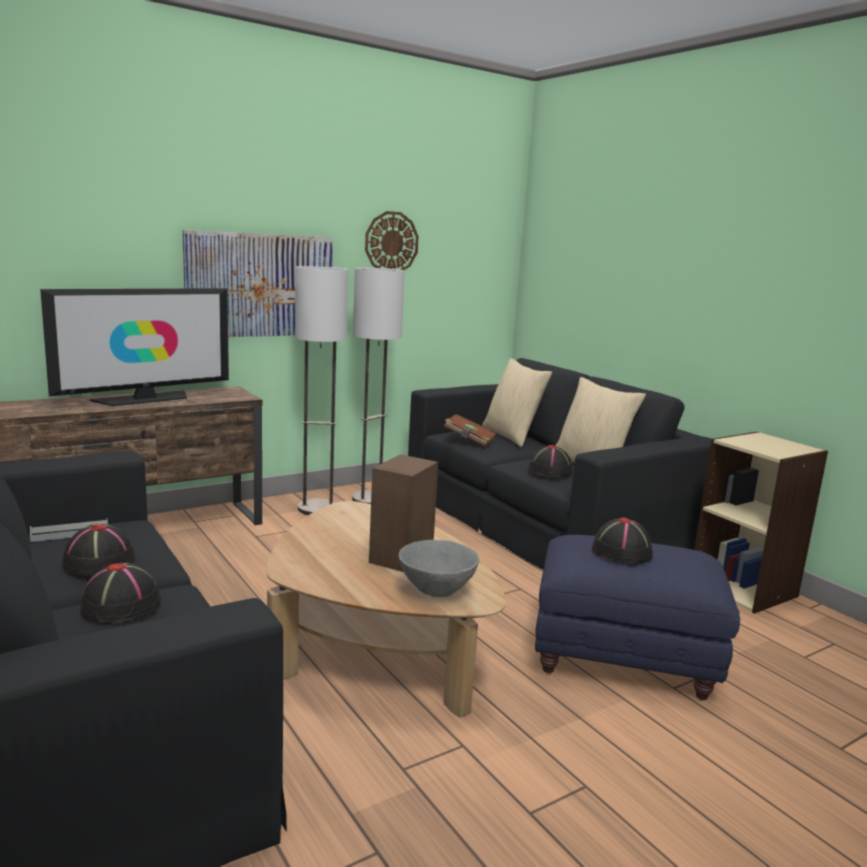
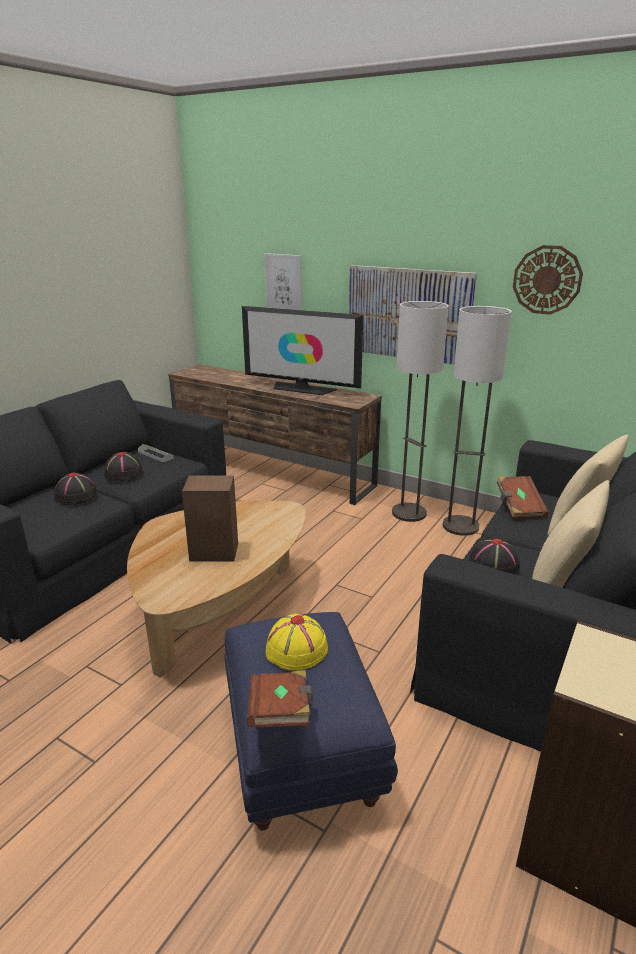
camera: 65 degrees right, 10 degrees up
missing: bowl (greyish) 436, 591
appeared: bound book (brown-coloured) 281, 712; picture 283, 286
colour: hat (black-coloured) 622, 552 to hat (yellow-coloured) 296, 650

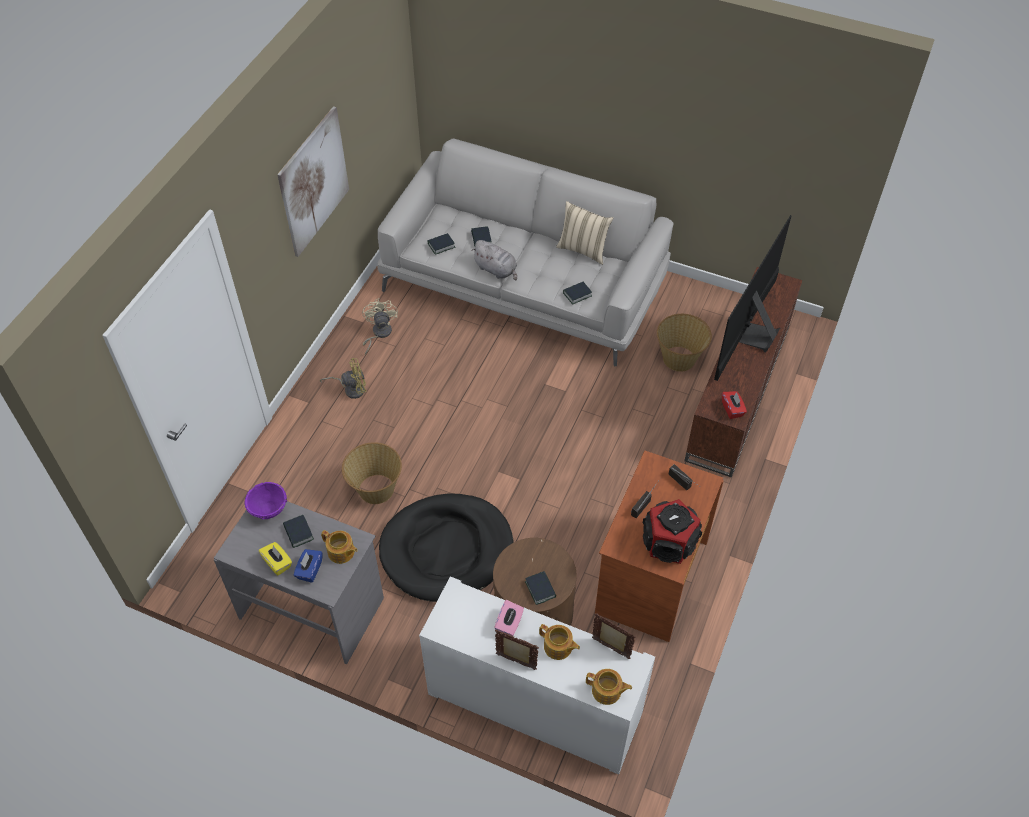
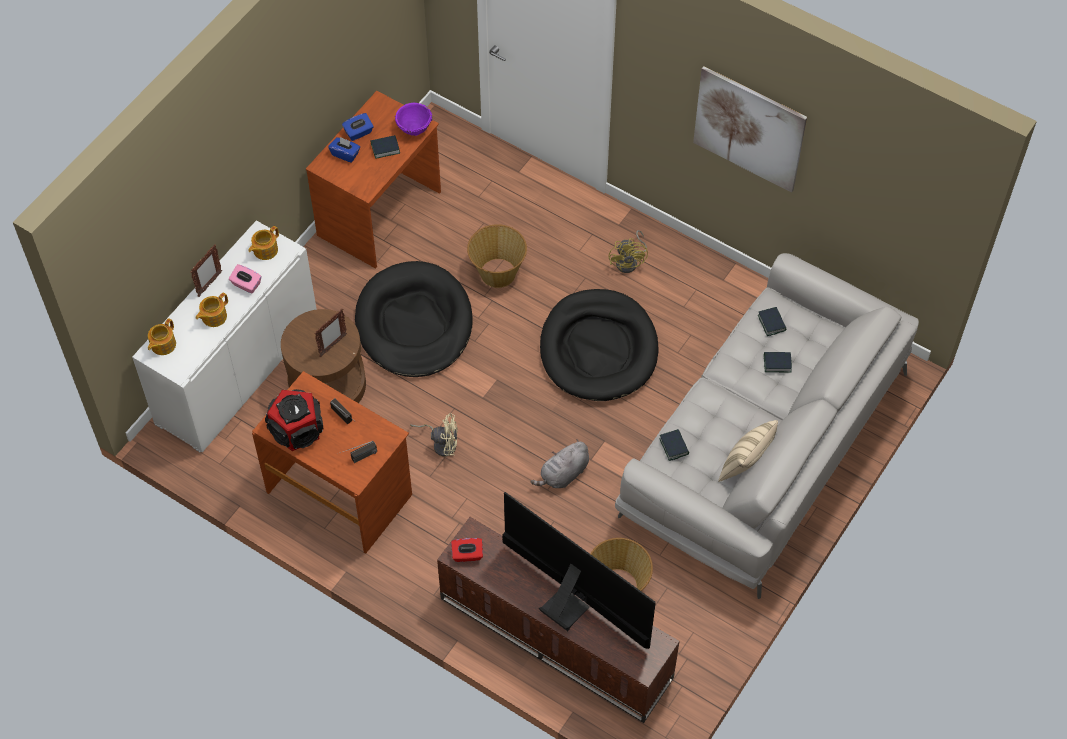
camera: 100 degrees right, 5 degrees up
missing: bound book 540, 589
appeared: dog bed (black-coloured) 598, 349
relocated: tea pot 341, 552 to 265, 250; standing frame 611, 649 to 332, 346; cooling fan (beige) 379, 334 to 441, 443; cuddly toy (greyish) 496, 270 to 563, 474
colour: desk table (greyish) 312, 607 to desk table (brown-coloured) 380, 214; tissue holder (yellow-coloured) 277, 563 to tissue holder (bluish) 358, 133

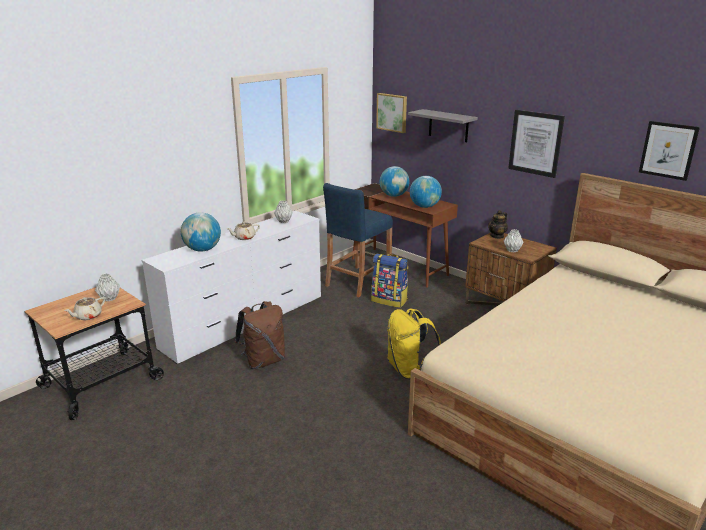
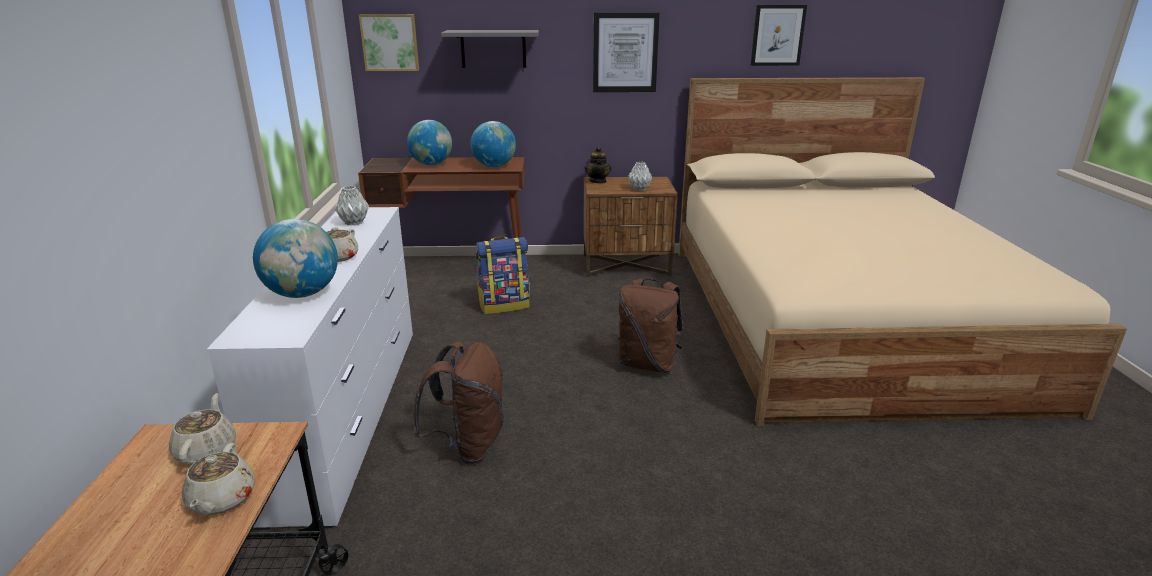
camera: 45 degrees left, 0 degrees up
missing: sitting stool (bluish) 358, 281
exchanged: decorative vase (greyish) 109, 299 to tea pot (beige) 207, 450
colour: rucksack (yellow-coloured) 409, 370 to rucksack (brown-coloured) 648, 364

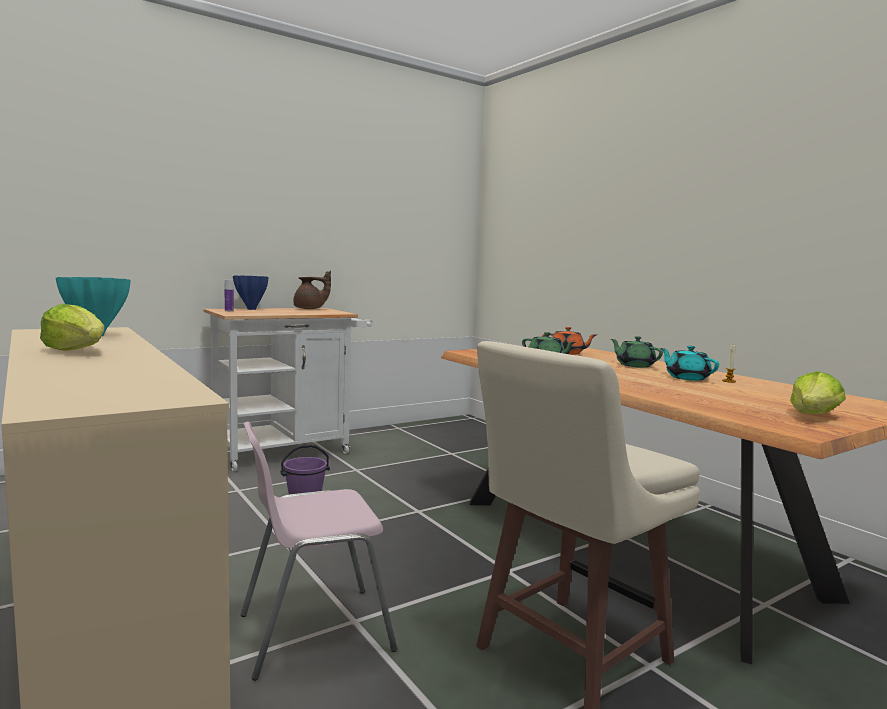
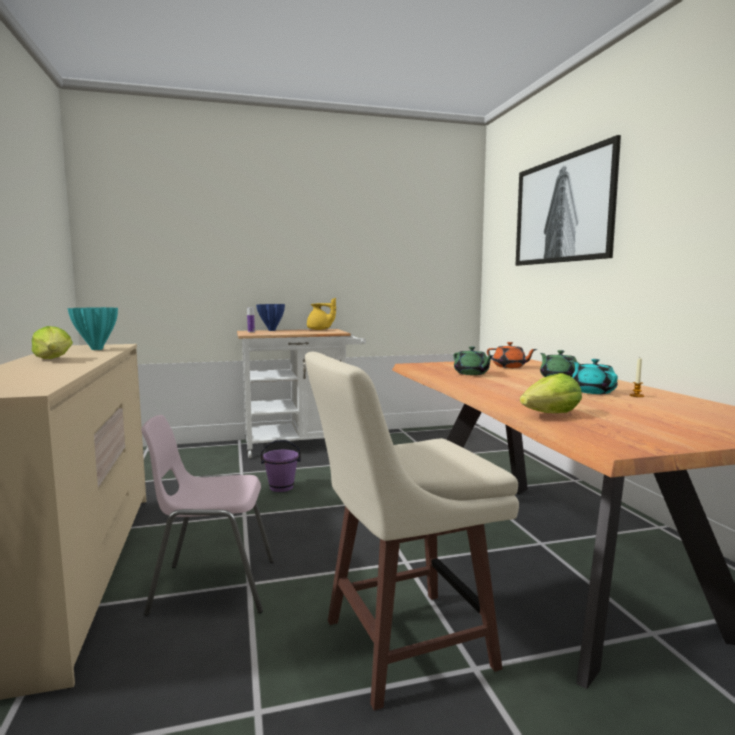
camera: 20 degrees right, 0 degrees up
appeared: picture 563, 210
relocated: head of lettuce 814, 416 to 551, 415
colour: tea pot (brown-coloured) 310, 309 to tea pot (yellow-coloured) 320, 329

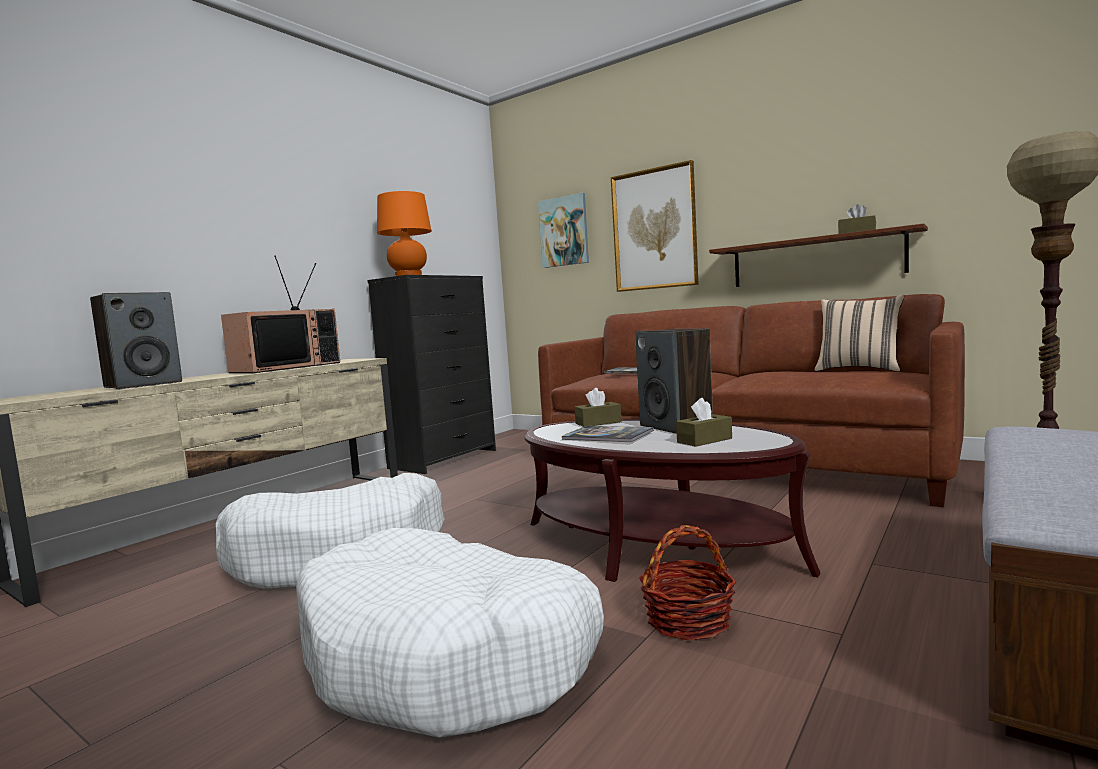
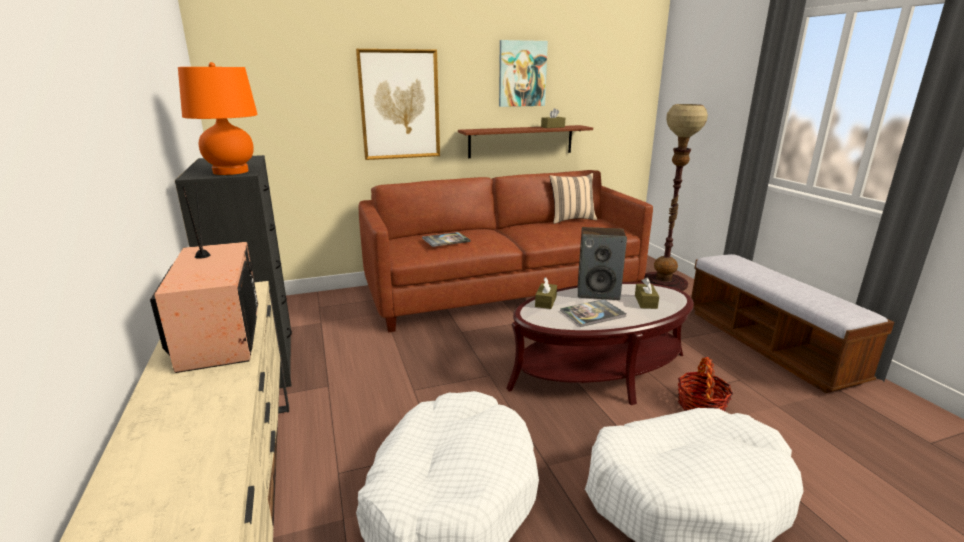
camera: 55 degrees left, 15 degrees up
missing: speaker 144, 385
relocated: picture 564, 231 to 522, 74

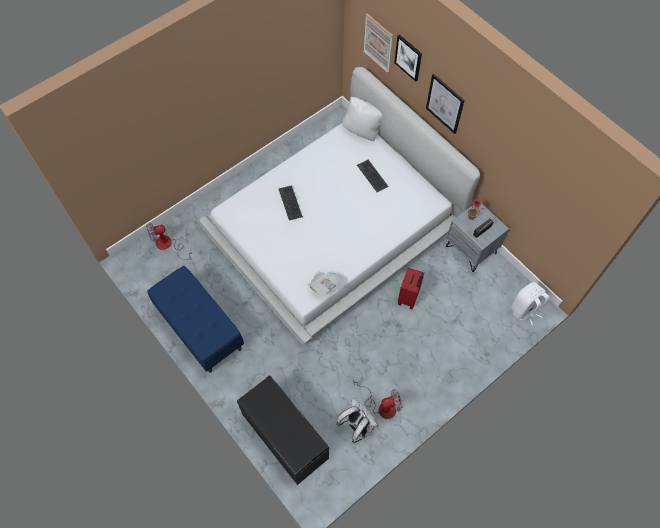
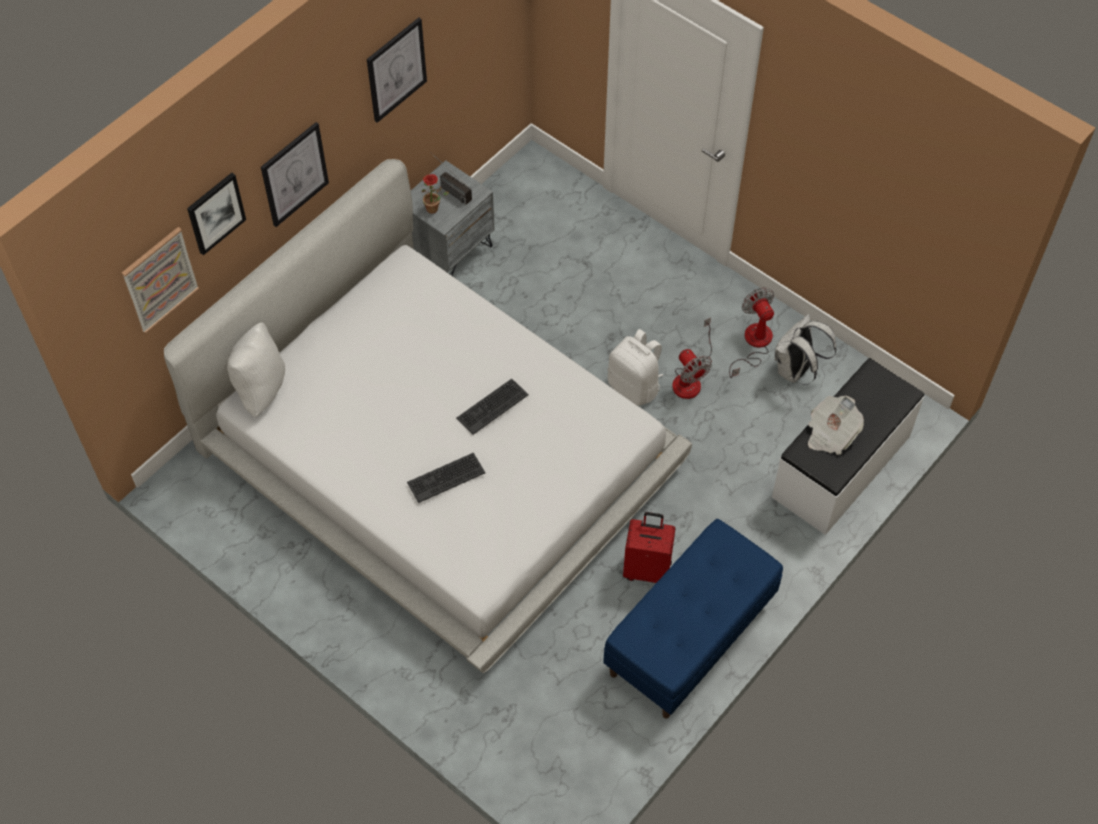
camera: 100 degrees left, 5 degrees down
appeared: picture 396, 69
relocated: PC keyboard 372, 175 to 492, 406; rucksack (white-coloured) 525, 309 to 635, 386; suitcase (red) 409, 297 to 647, 569; cooling fan 168, 245 to 690, 378; newspaper 323, 285 to 831, 433
colour: long seat (black-coloured) 284, 436 to long seat (white-coloured) 842, 467

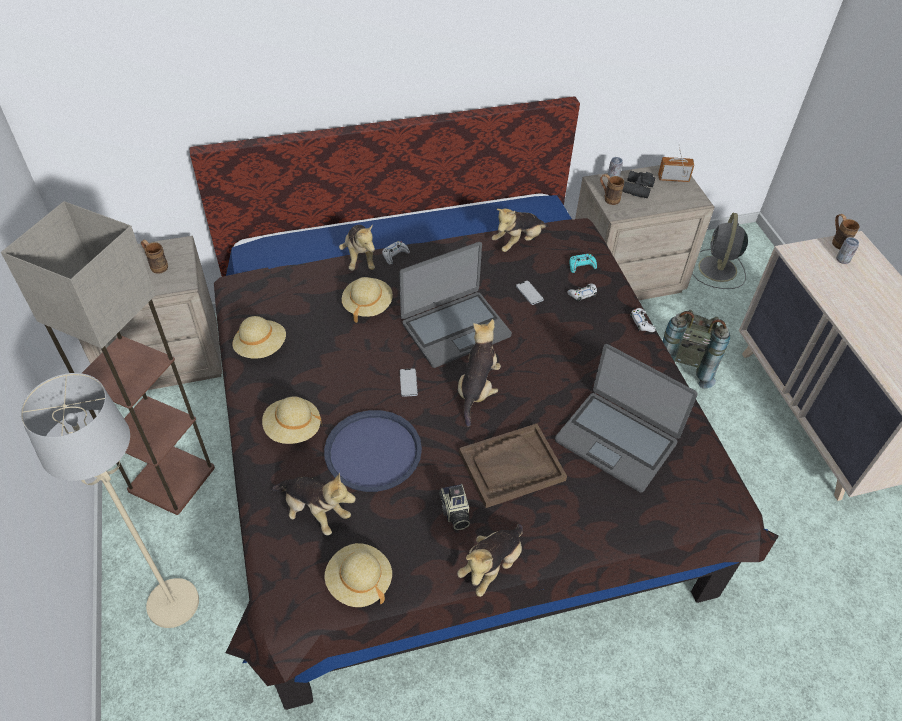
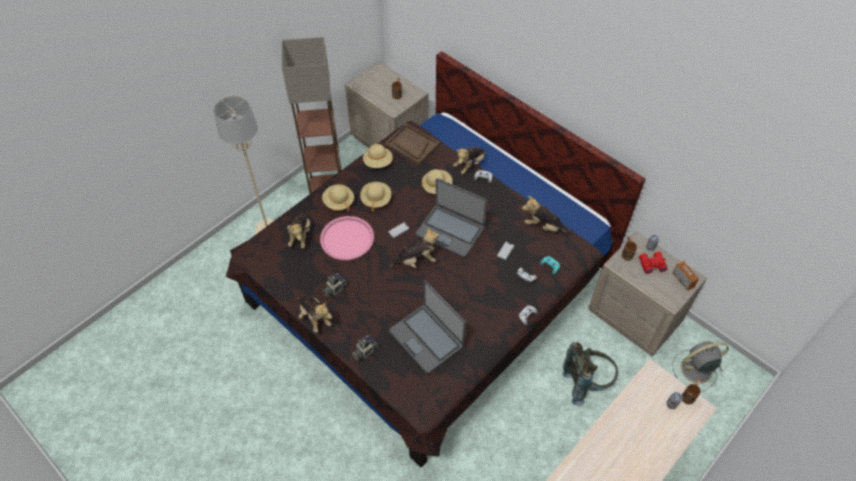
camera: 60 degrees right, 5 degrees up
appeared: still camera 364, 351
relocated: hat (beige) 359, 582 to 376, 199; tray (brown-coloured) 511, 467 to 412, 145
colour: tray (bluish) 373, 451 to tray (pink-coloured) 347, 238; binoculars (black-coloured) 636, 189 to binoculars (red) 651, 264
spun: cuddly toy 491, 566 = 314, 317 135 degrees counterclockwise; portable computer 616, 440 = 427, 338 45 degrees counterclockwise

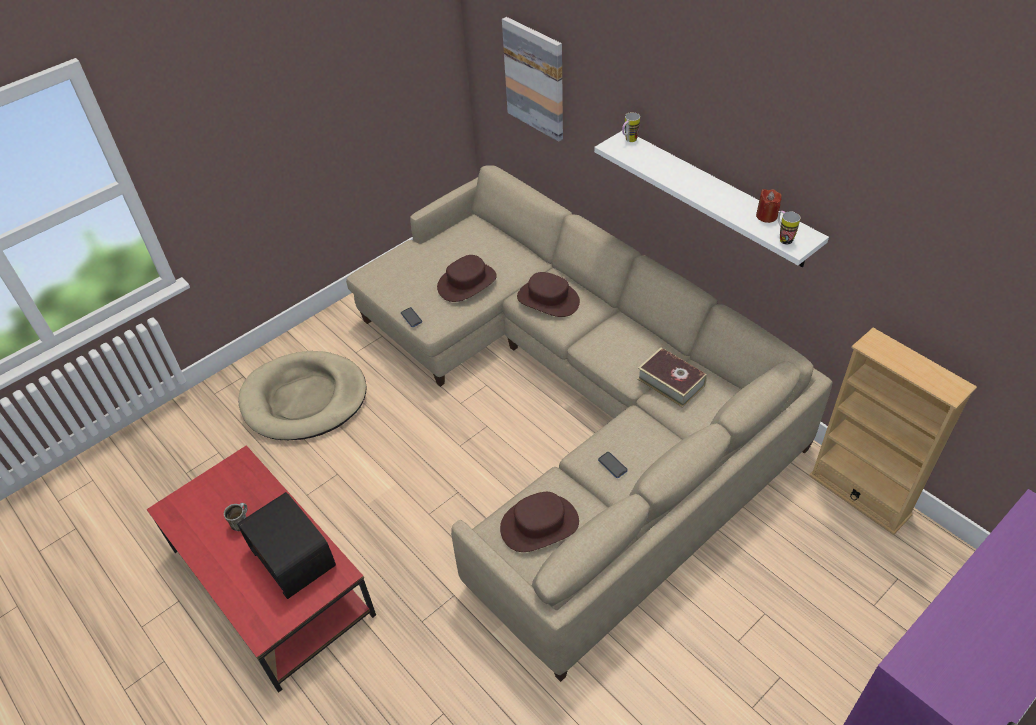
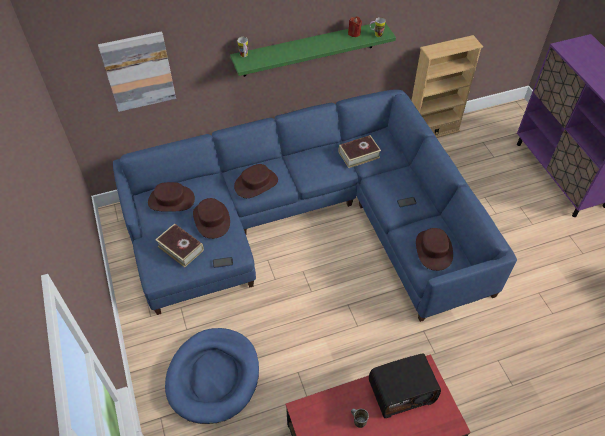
camera: 70 degrees left, 5 degrees up
appeared: hat (brown-coloured) 171, 200; bound book 180, 248
colour: settee (beige) 571, 402 to settee (bluish) 308, 221; dog bed (beige) 304, 399 to dog bed (bluish) 213, 377; wall shelf (white-coloured) 716, 198 to wall shelf (green) 309, 49

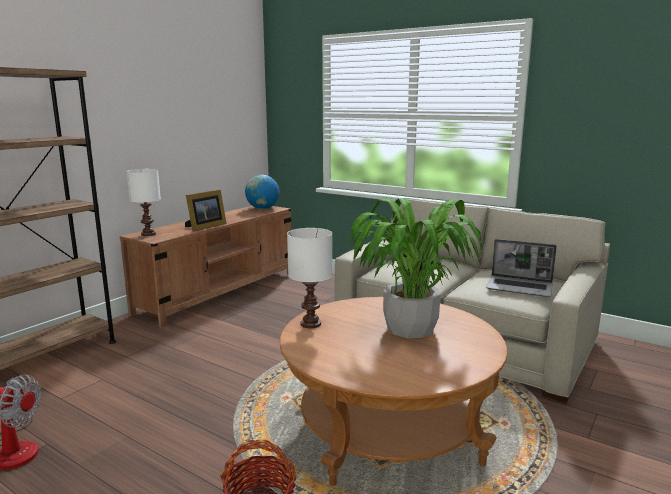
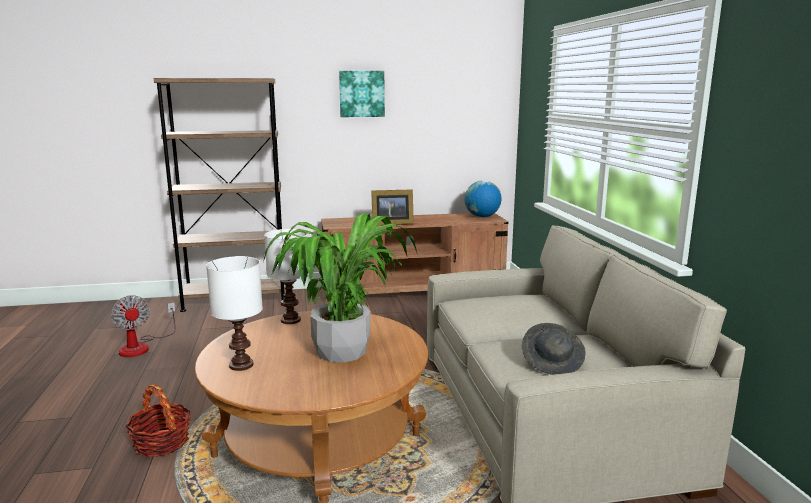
camera: 45 degrees right, 0 degrees up
appeared: picture 361, 94
relocated: tabletop lamp (white-coloured) 148, 234 to 240, 365
exchanged: portable computer 520, 287 to hat (greyish) 552, 362

